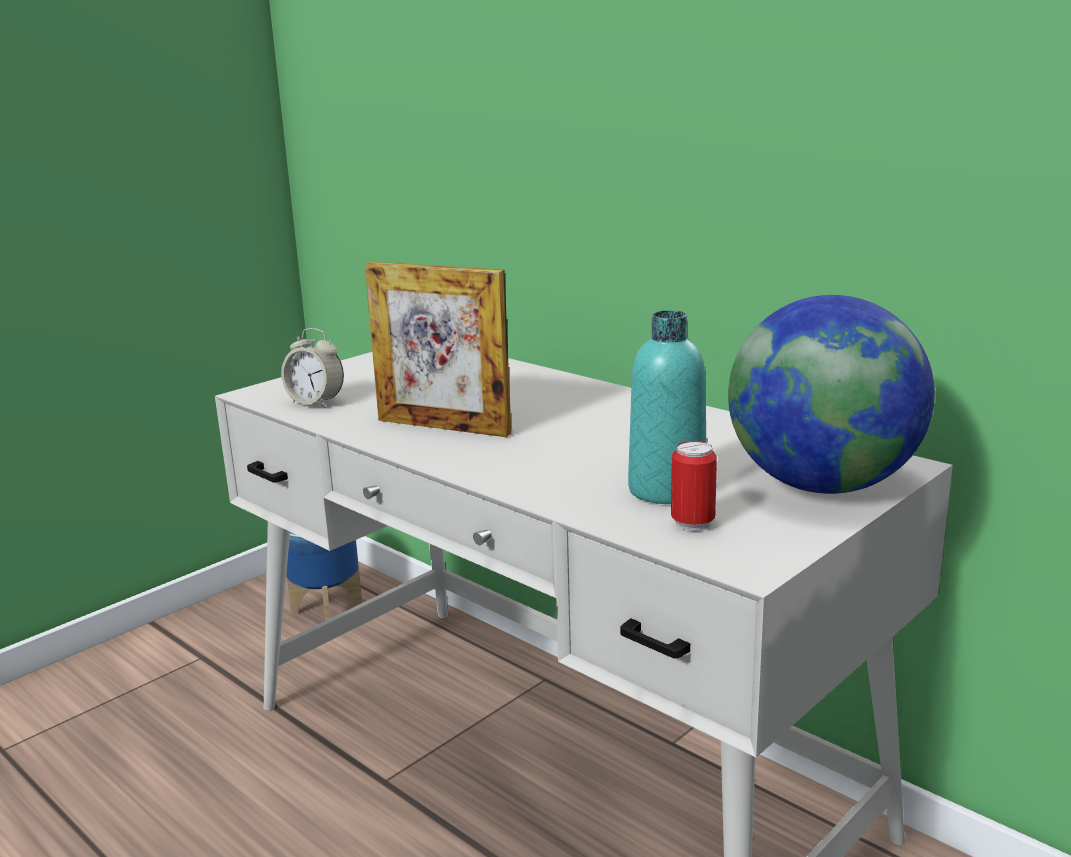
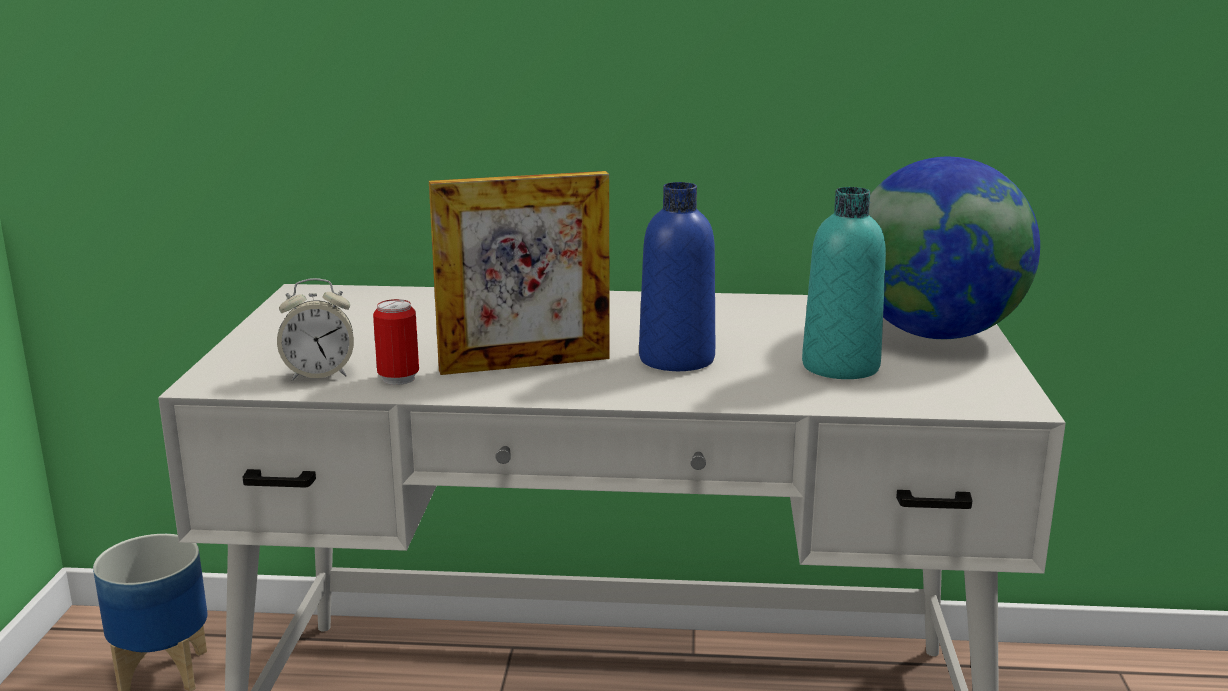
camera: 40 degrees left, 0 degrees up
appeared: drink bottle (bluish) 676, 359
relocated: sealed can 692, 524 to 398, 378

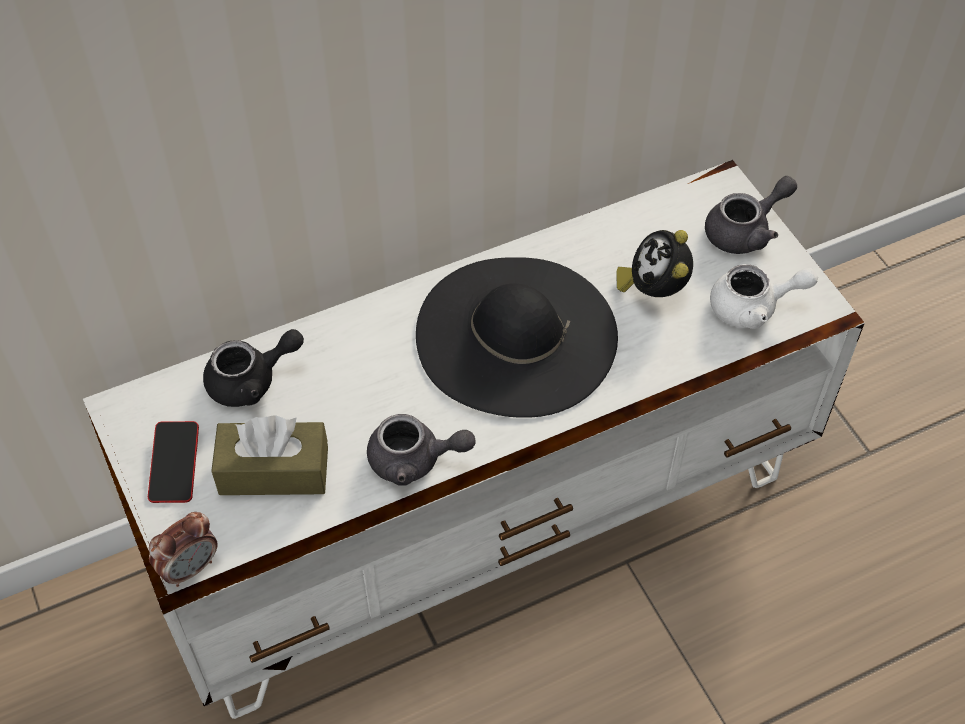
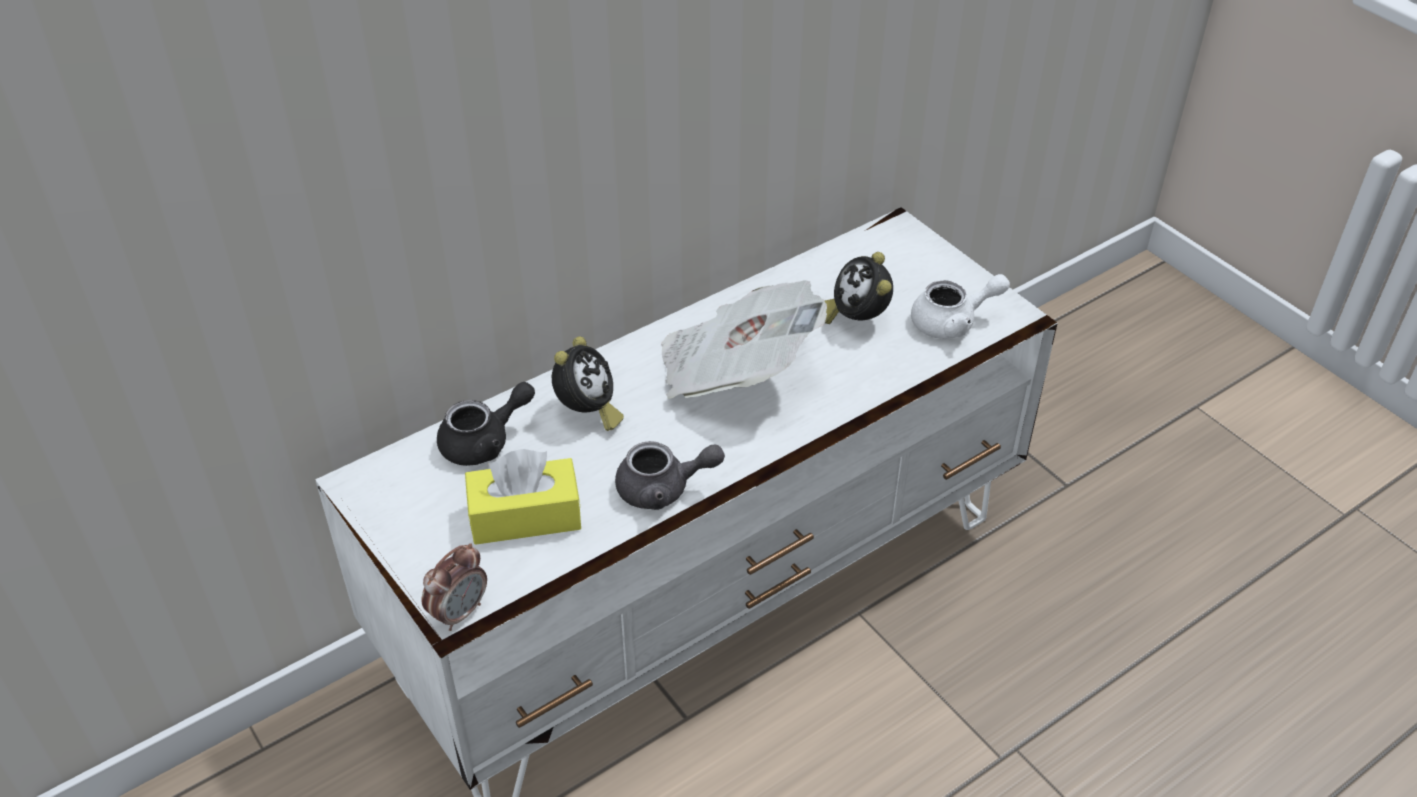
camera: 10 degrees left, 10 degrees down
missing: handset 175, 465; tea pot (greyish) 745, 231
appeared: bedside clock 587, 412
exchanged: hat (black-coloured) 516, 335 to newspaper 735, 372
colour: tissue holder (brown-coloured) 274, 470 to tissue holder (yellow-coloured) 525, 516

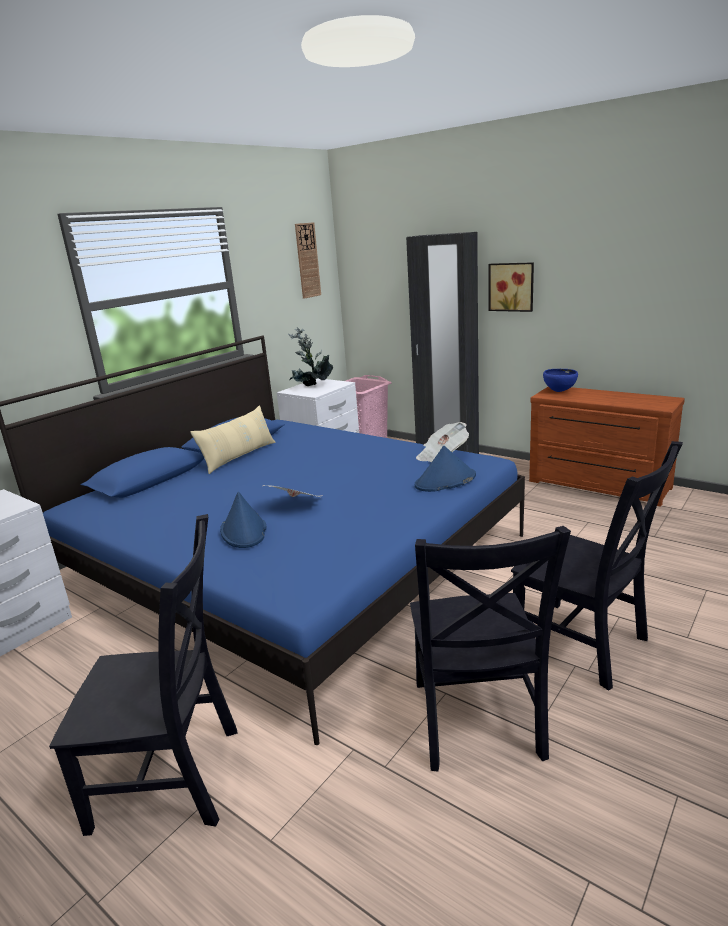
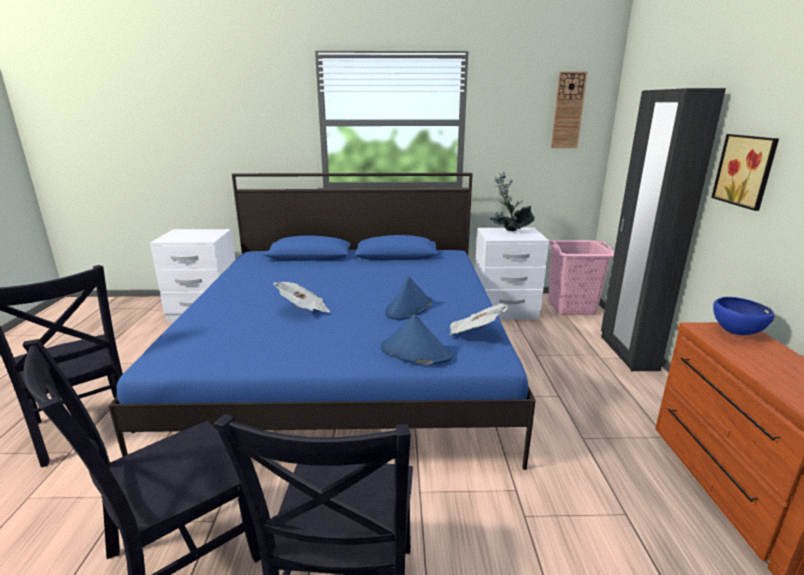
camera: 50 degrees right, 0 degrees up
missing: pillow (beige) 239, 457
relocated: hat (bluish) 244, 530 to 408, 308

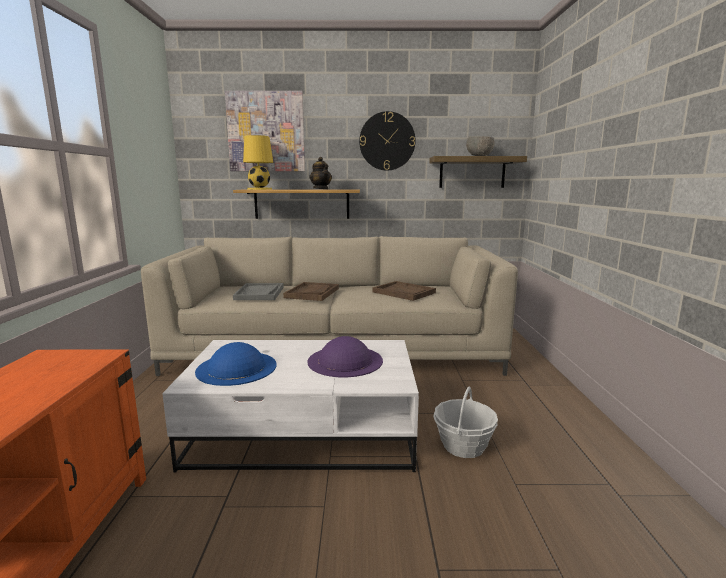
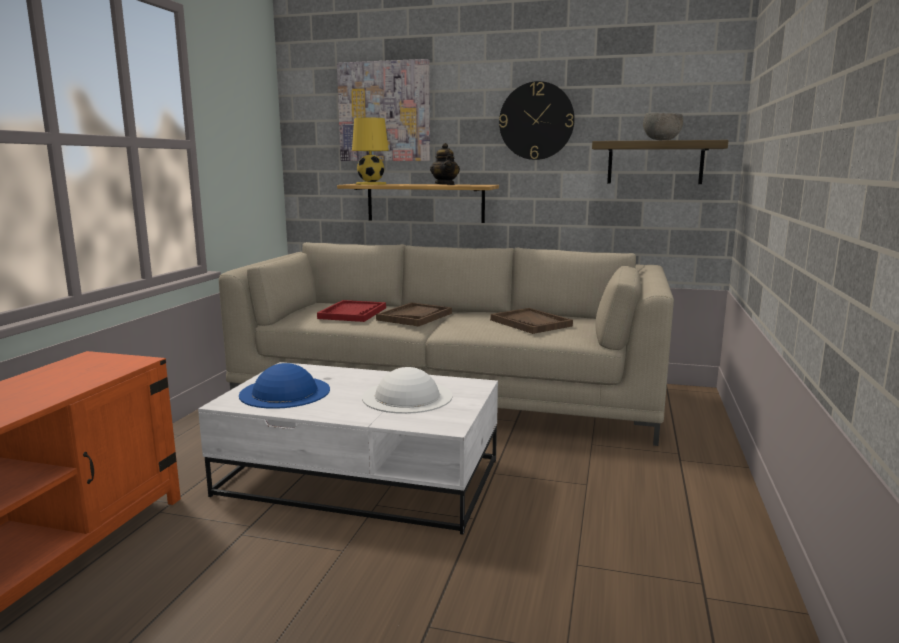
camera: 15 degrees right, 0 degrees up
missing: storage basket 463, 446
colour: tray (greyish) 259, 293 to tray (red) 353, 313; hat (purplish) 345, 361 to hat (white-coloured) 407, 396

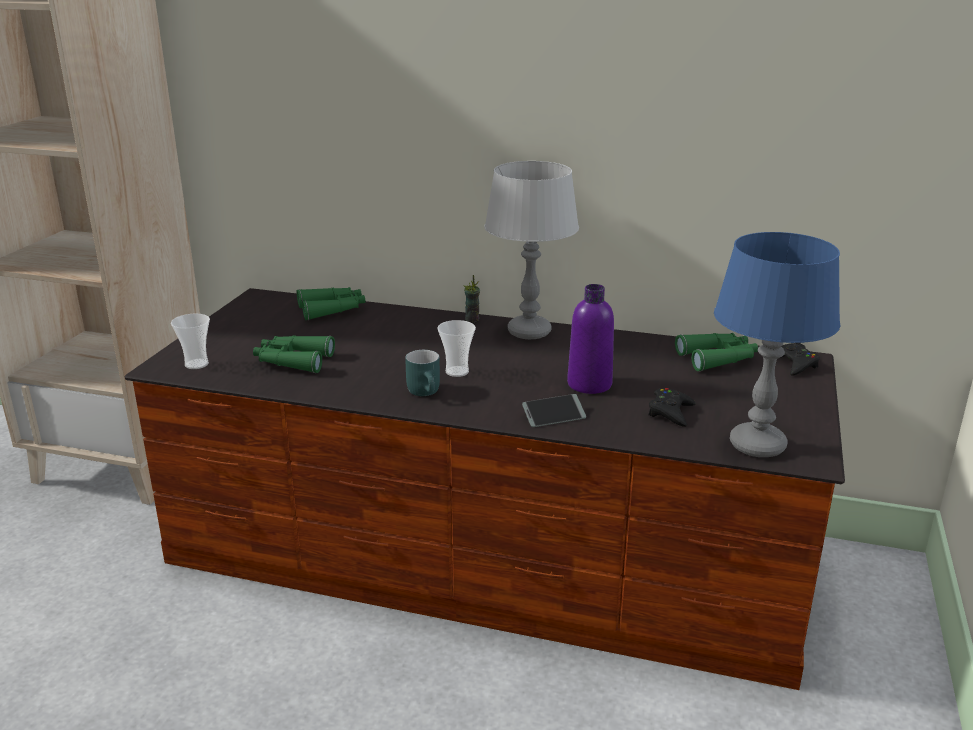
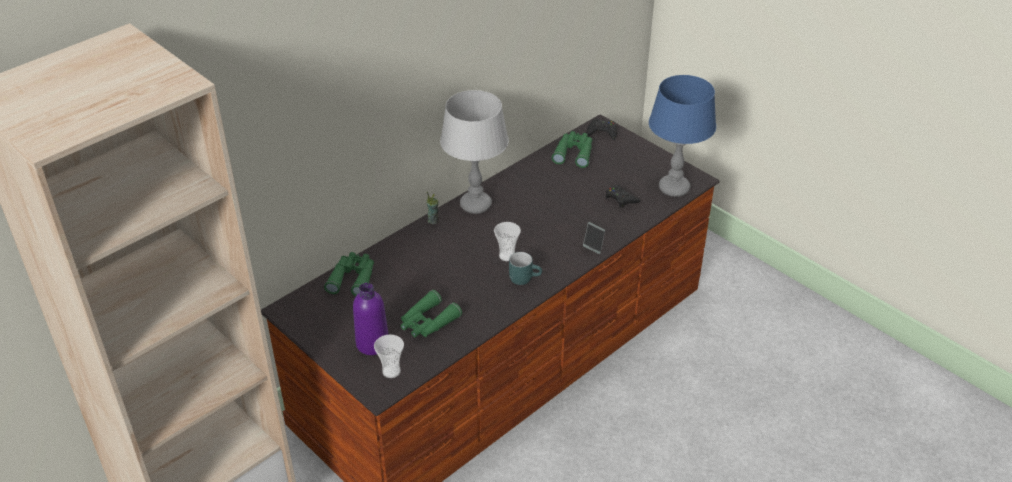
camera: 60 degrees left, 15 degrees up
relocated: drink bottle (purplish) 589, 384 to 372, 343

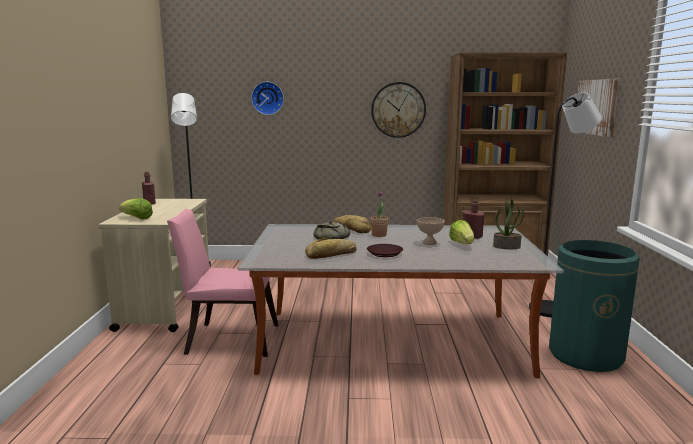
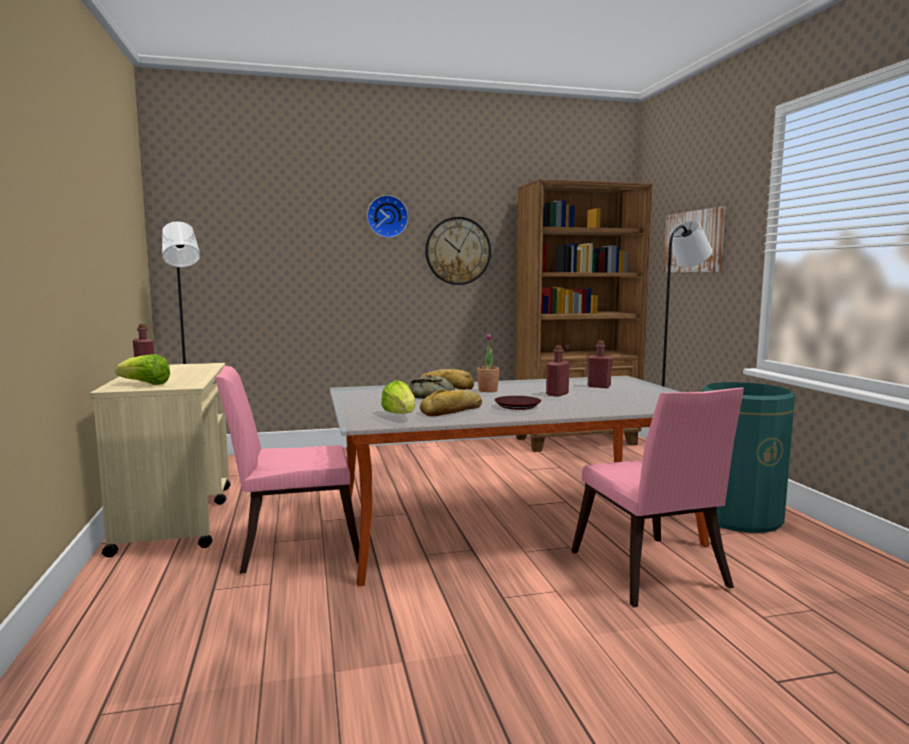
camera: 15 degrees left, 5 degrees down
missing: plant in a pot 507, 246
appeared: upright chair (pink-coloured) 651, 575
relocated: hanging clock 268, 98 to 387, 216; head of lettuce 462, 244 to 400, 415
exchanged: bowl (beige) 429, 243 to drink bottle (red) 557, 394

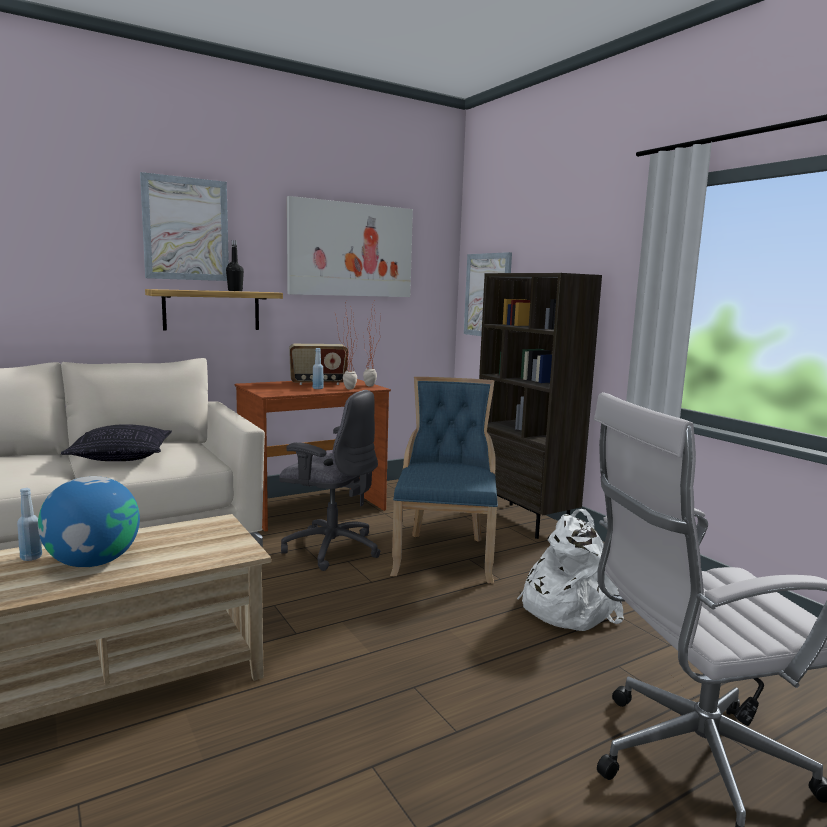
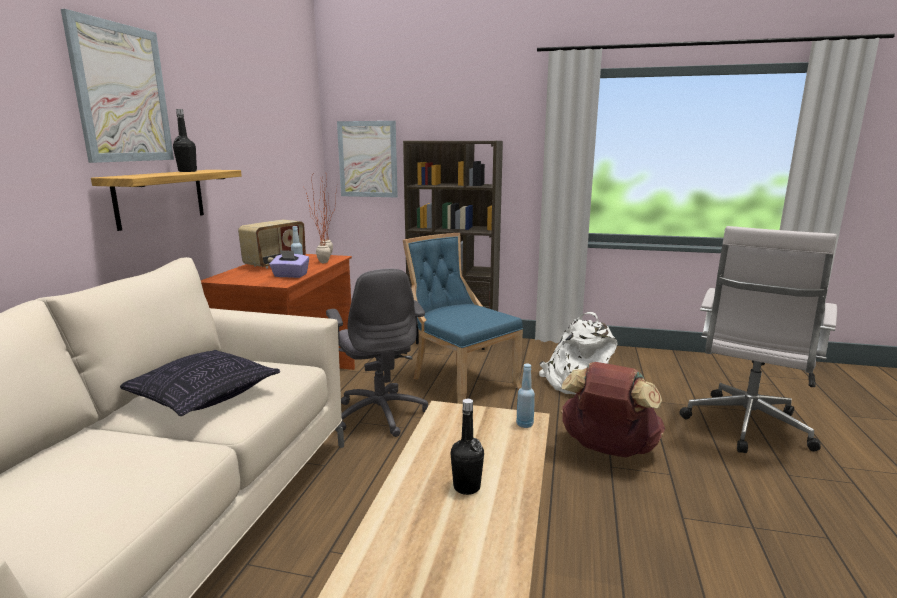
camera: 45 degrees left, 5 degrees up
missing: picture 351, 250
appeared: tissue holder (purplish) 290, 275; rucksack (brown-coloured) 607, 449
relocated: drink bottle (bluish) 31, 557 to 524, 424
exchanged: world globe 93, 562 to drink bottle (black-coloured) 466, 487
spun: desk chair (greyish) 331, 548 = 380, 413 90 degrees clockwise

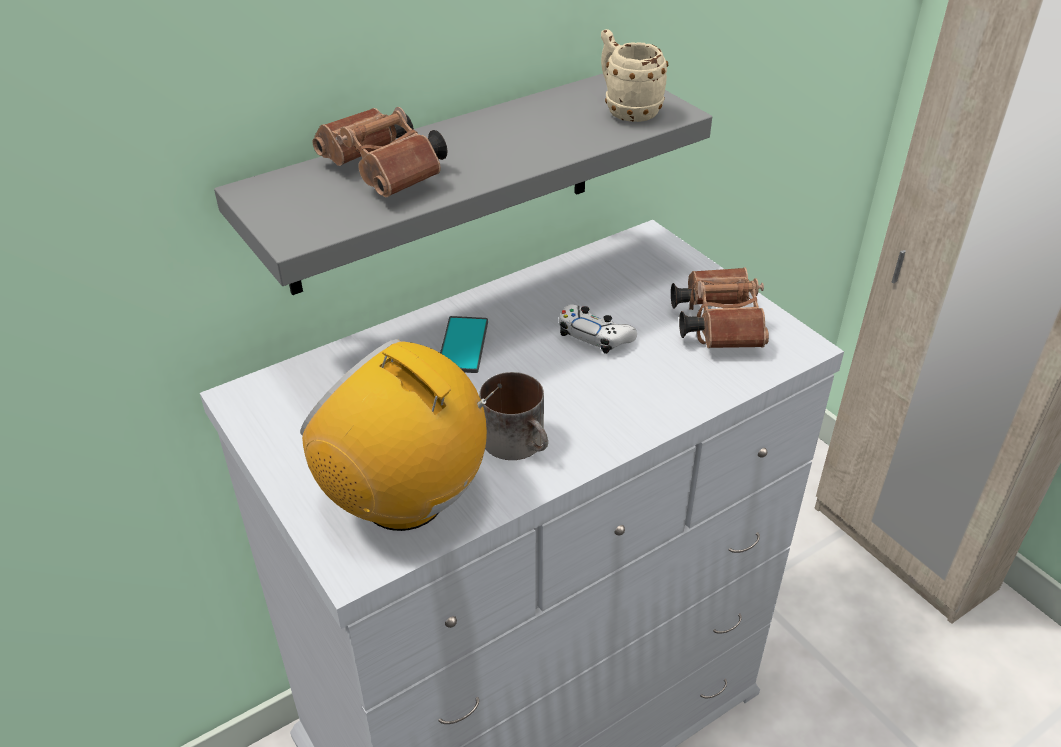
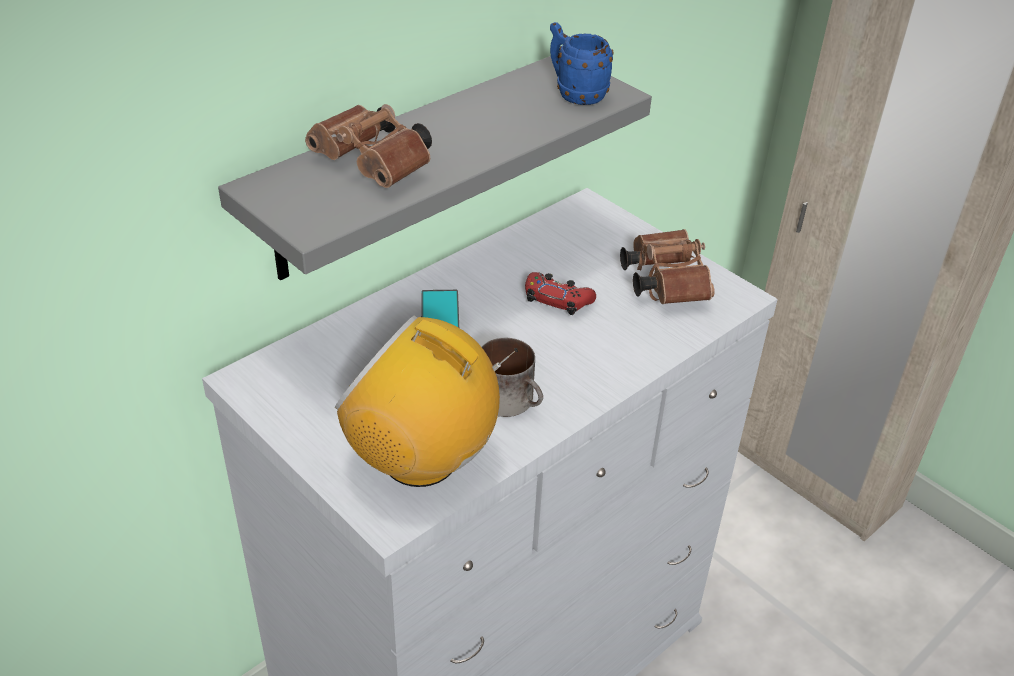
camera: 10 degrees left, 0 degrees up
colour: joypad (white-coloured) 594, 336 to joypad (red) 557, 300; coffee mug (beige) 626, 110 to coffee mug (bluish) 575, 93

